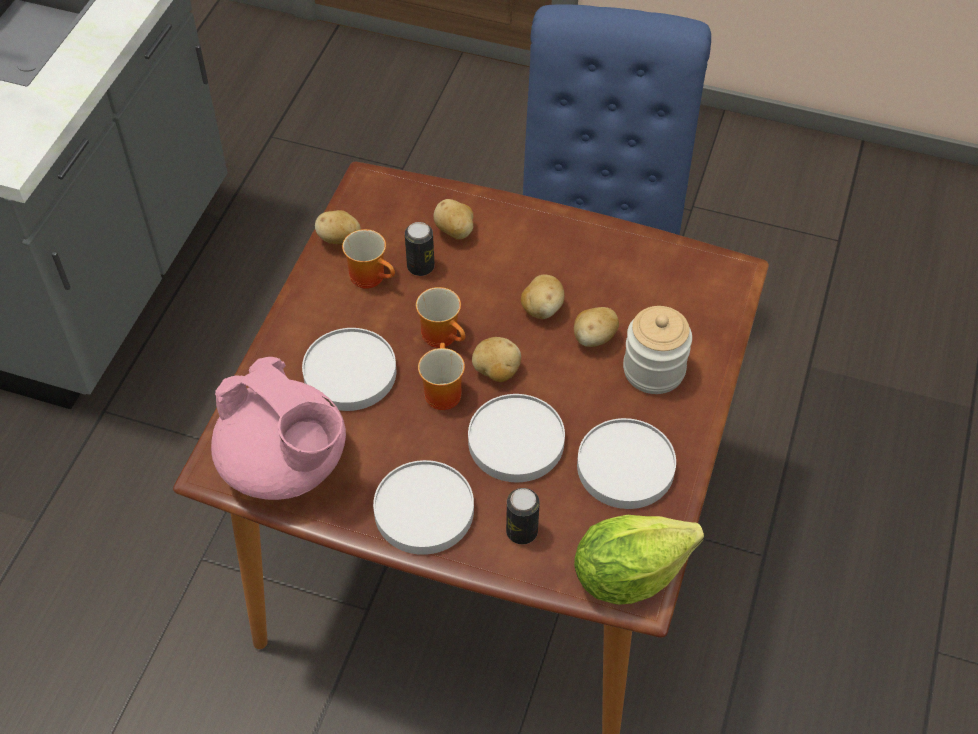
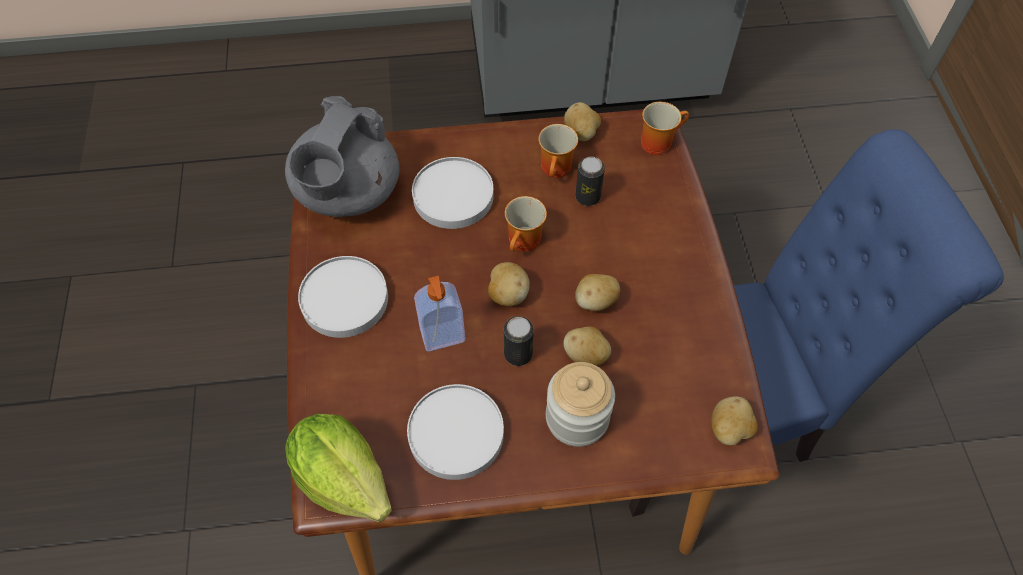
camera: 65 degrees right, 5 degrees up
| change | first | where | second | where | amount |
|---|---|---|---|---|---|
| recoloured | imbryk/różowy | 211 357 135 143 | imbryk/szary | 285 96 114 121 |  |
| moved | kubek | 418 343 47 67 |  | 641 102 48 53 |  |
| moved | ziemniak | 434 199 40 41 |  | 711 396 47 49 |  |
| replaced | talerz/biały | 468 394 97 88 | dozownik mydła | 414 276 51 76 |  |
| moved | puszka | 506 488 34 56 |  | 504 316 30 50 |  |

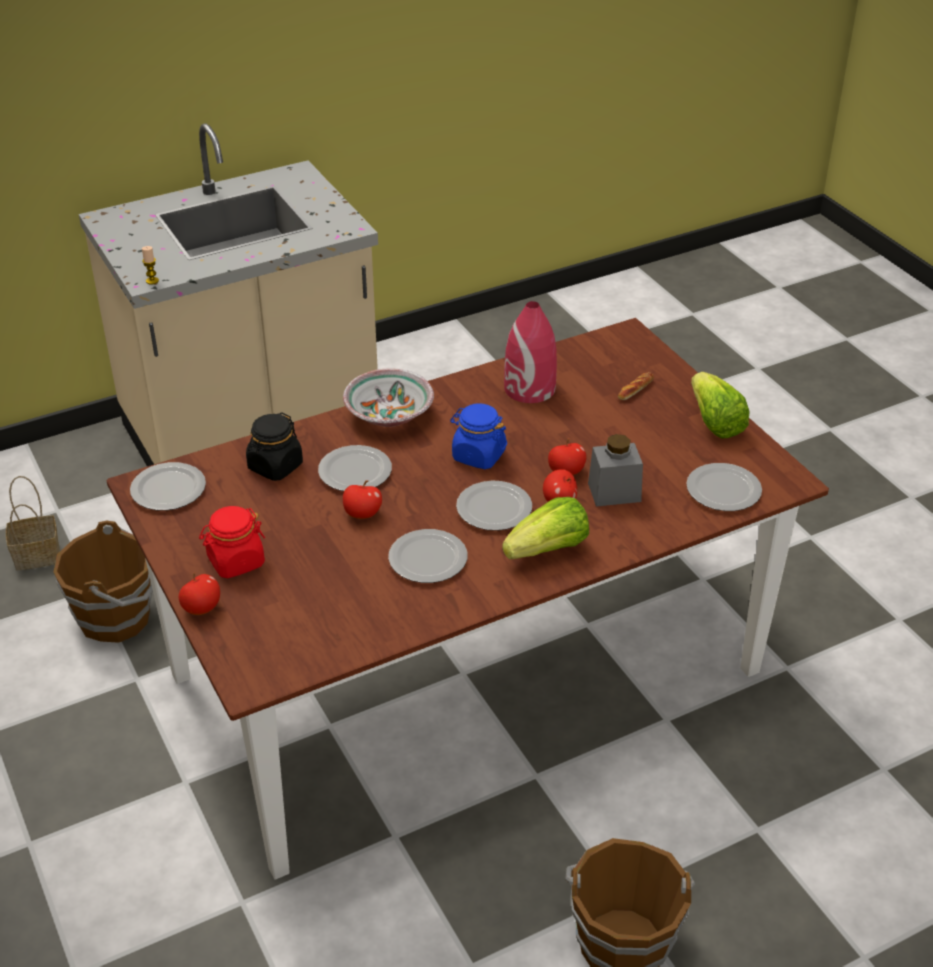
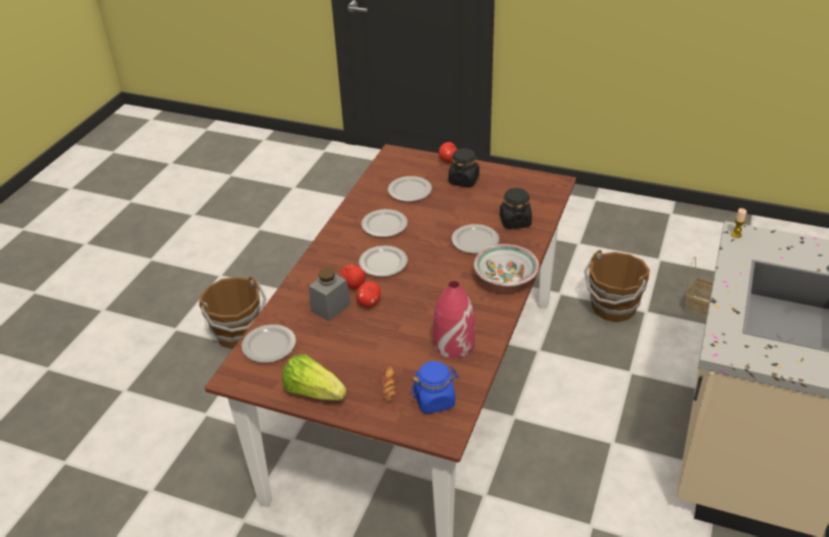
camera: 140 degrees right, 0 degrees up
| change | first | where | second | where | amount |
|---|---|---|---|---|---|
| moved | talerz | 130 462 76 49 |  | 388 176 44 26 |  |
| recoloured | słoik/czerwony | 199 506 66 72 | słoik/czarny | 448 148 31 39 |  |
| removed | jabłko | 343 480 39 39 |  |  |  |
| moved | słoik/niebieski | 450 403 57 66 |  | 411 361 47 53 |  |
| removed | sałata | 502 497 87 62 |  |  |  |

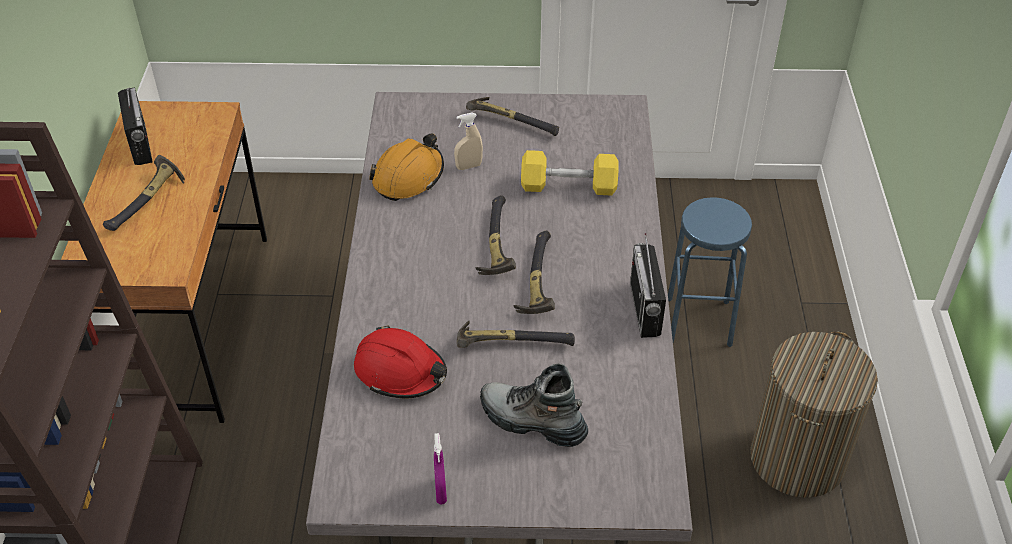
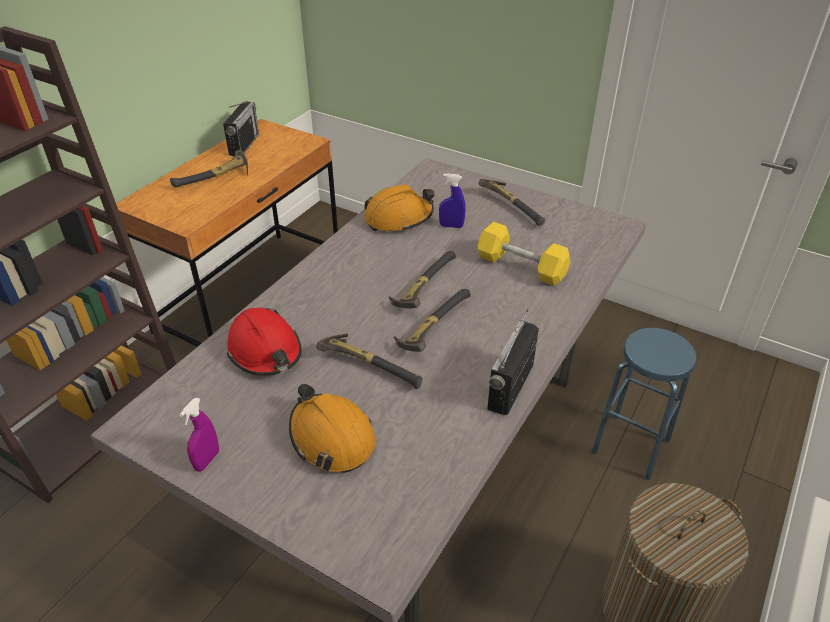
camera: 30 degrees right, 5 degrees down
| change | first | where | second | where | amount |
|---|---|---|---|---|---|
| recoloured | spryskiwacz/beżowy | 454 112 29 58 | spryskiwacz/niebieski | 439 173 26 55 |  |
| replaced | but z cholewką | 480 363 108 84 | kask/pomarańczowy | 289 384 86 89 |  |

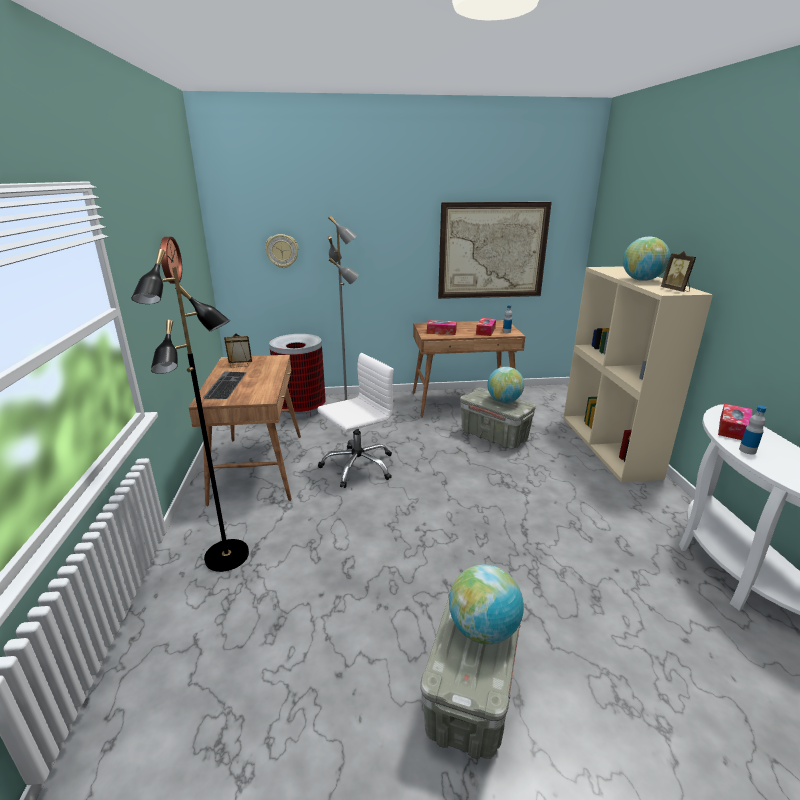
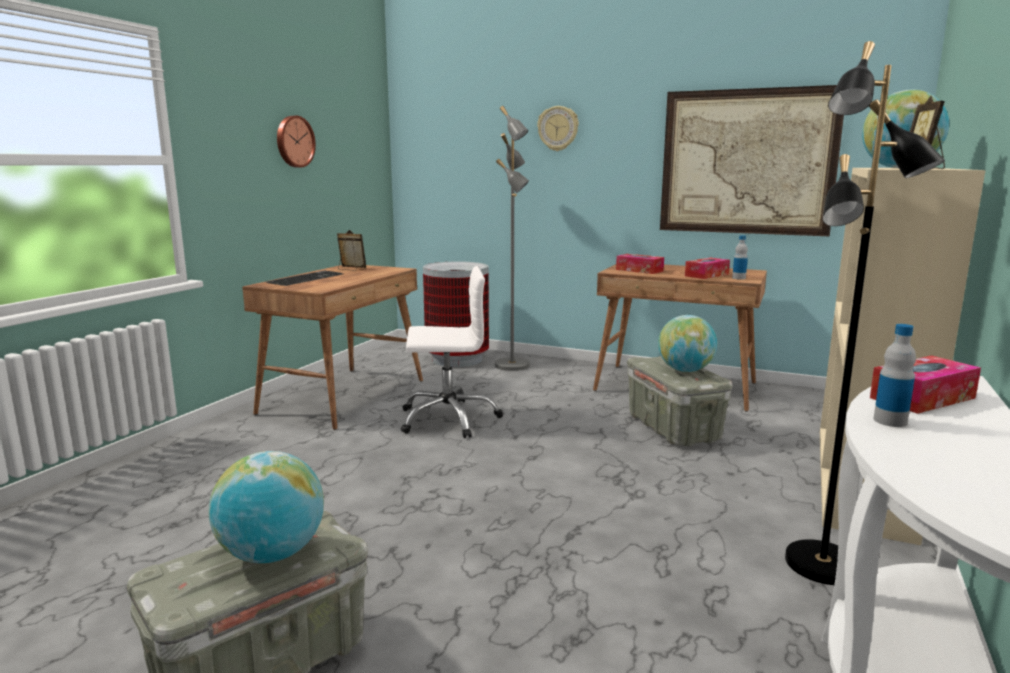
camera: 30 degrees right, 10 degrees down
| change | first | where | second | where | amount |
|---|---|---|---|---|---|
| moved | lampa stojąca/czarny | 131 249 118 323 |  | 785 41 160 544 |  |
| moved | zegar ścienny | 265 234 34 34 |  | 537 106 42 45 |  |

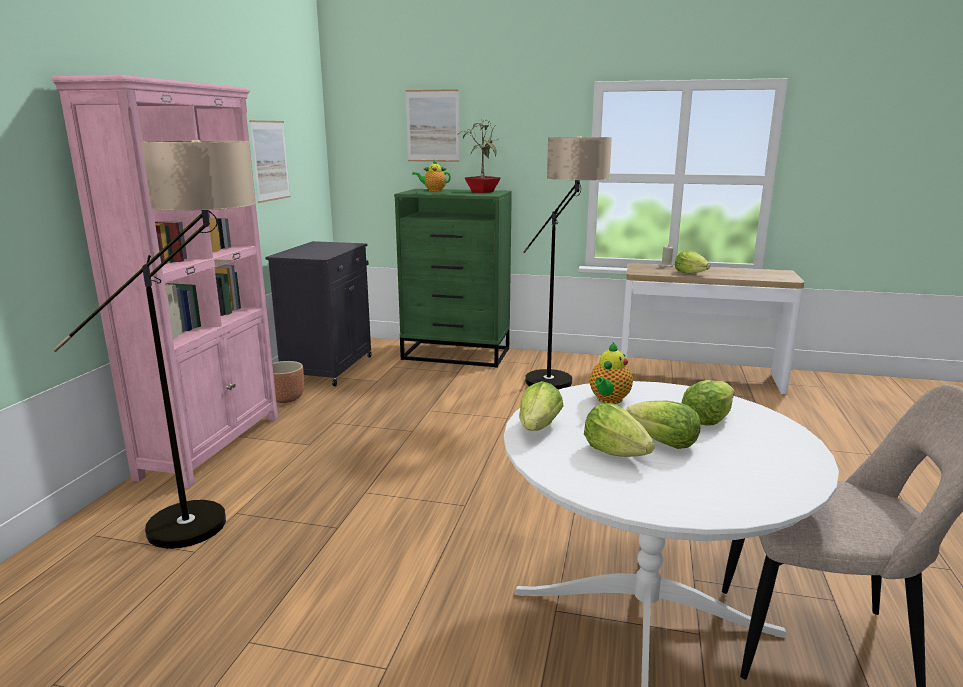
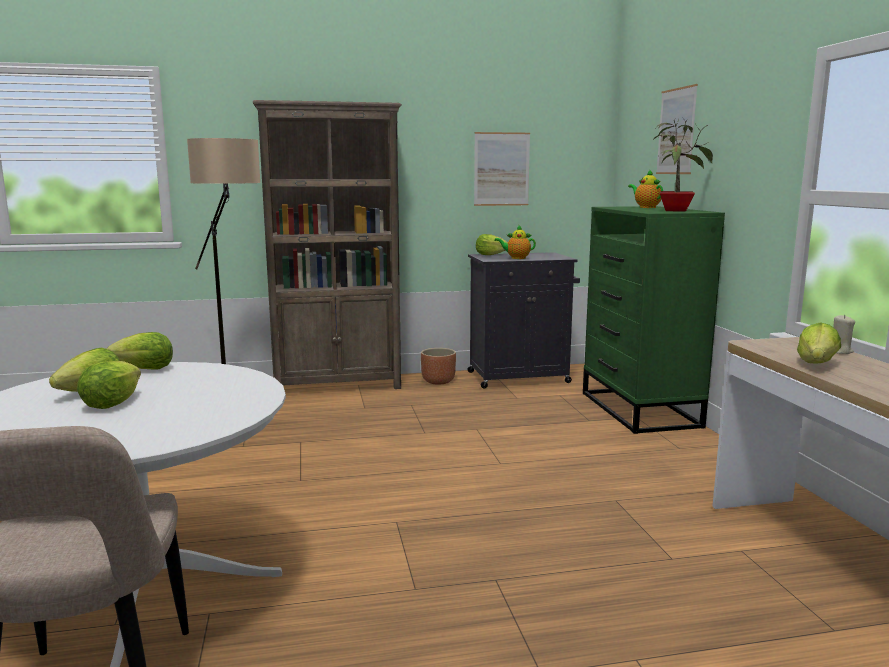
camera: 65 degrees right, 5 degrees down
| change | first | where | second | where | amount |
|---|---|---|---|---|---|
| recoloured | regał/różowy | 51 75 228 414 | regał/brązowy | 253 100 149 289 |  |
| removed | lampa stojąca | 523 136 89 254 |  |  |  |
| moved | imbryk | 589 342 44 62 |  | 494 224 42 35 |  |
| moved | sałata | 682 380 52 46 |  | 476 234 32 21 |  |

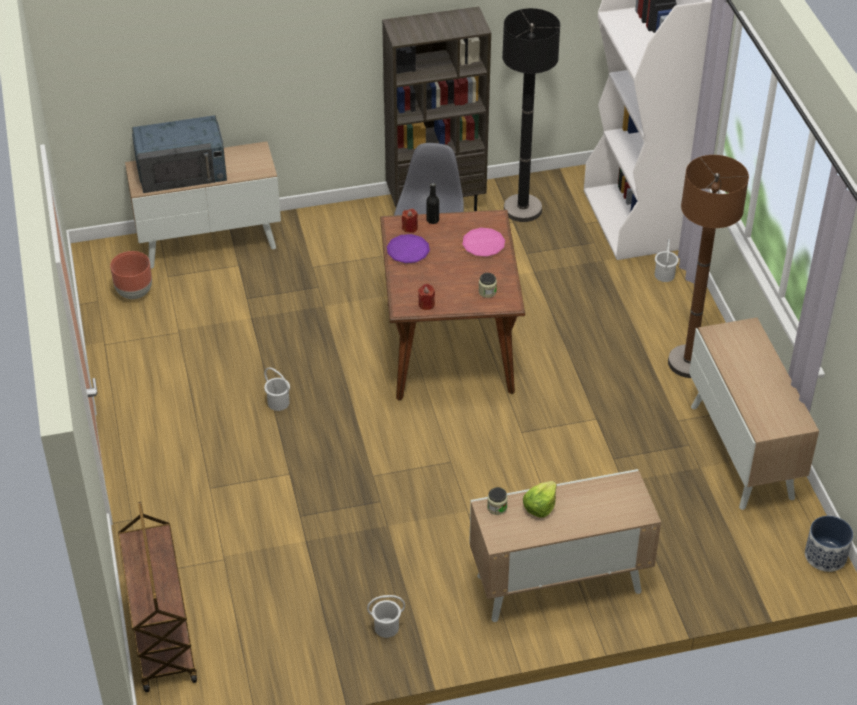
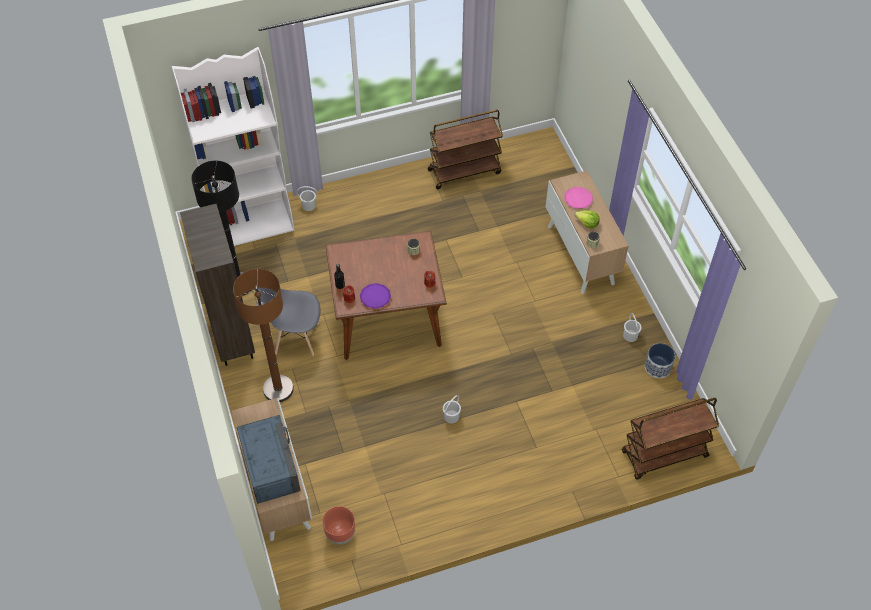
camera: 95 degrees left, 10 degrees up
| change | first | where | second | where | amount |
|---|---|---|---|---|---|
| moved | talerz/różowy | 462 228 43 29 |  | 564 187 29 22 |  |
| moved | lampa stojąca/brązowy | 668 155 81 223 |  | 233 269 61 133 |  |
| replaced | szafka | 689 317 130 193 | wózek/brązowy | 428 110 75 79 |  |
| moved | donica | 805 516 48 56 |  | 645 343 30 35 |  |

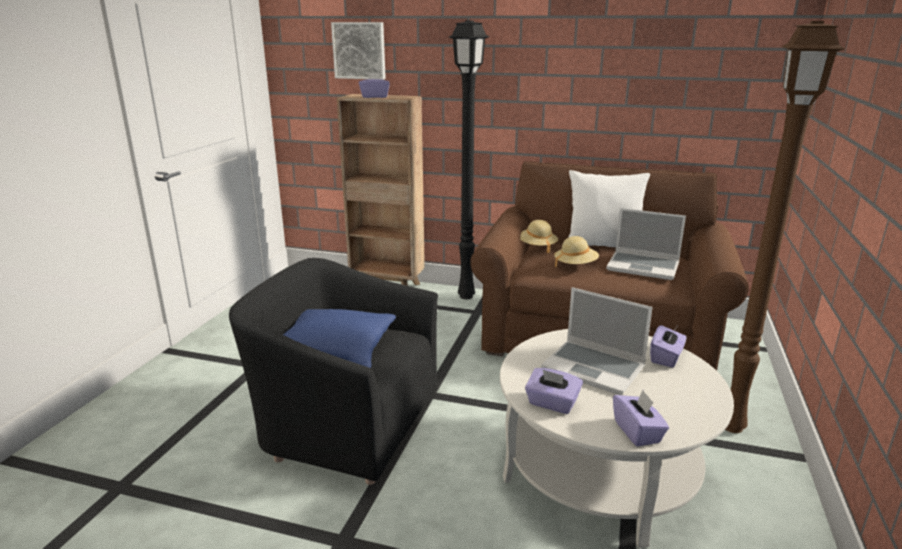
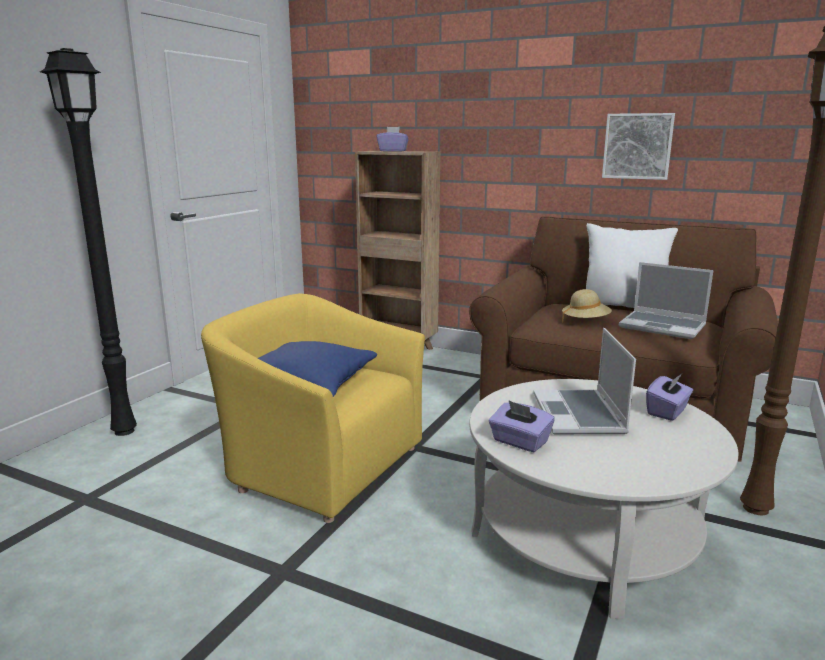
camera: 10 degrees right, 5 degrees down
| change | first | where | second | where | amount |
|---|---|---|---|---|---|
| recoloured | fotel/czarny | 229 258 209 227 | fotel/żółty | 201 293 224 230 |  |
| moved | obraz | 331 22 55 58 |  | 602 113 73 67 |  |
| moved | lampa stojąca/czarny | 449 20 40 279 |  | 40 48 97 388 |  |
| removed | kapelusz/beżowy | 520 220 38 33 |  |  |  |
| turned | laptop | 541 287 112 108 |  | 533 328 103 106 | 45 degrees clockwise |
| removed | pudełko chusteczek/fioletowy | 613 390 56 56 |  |  |  |

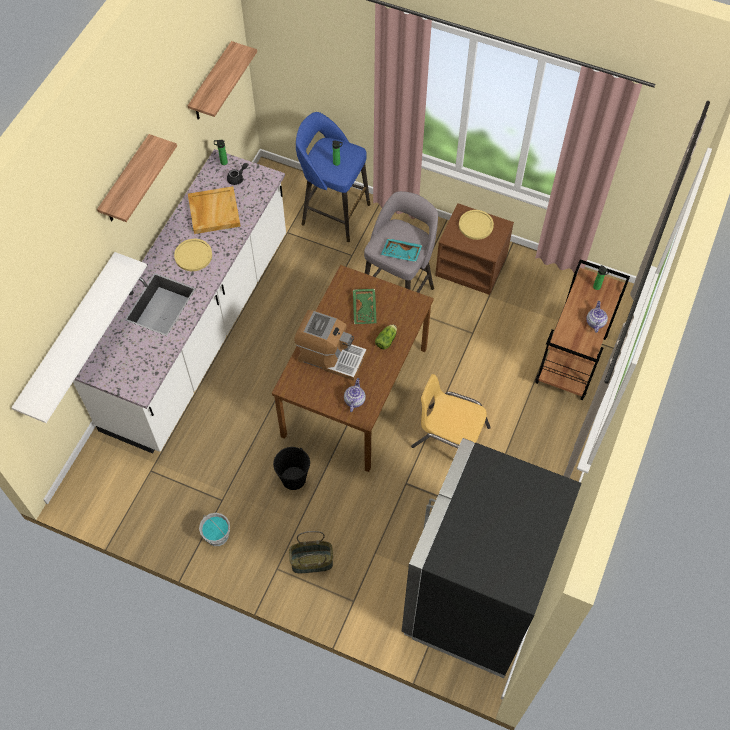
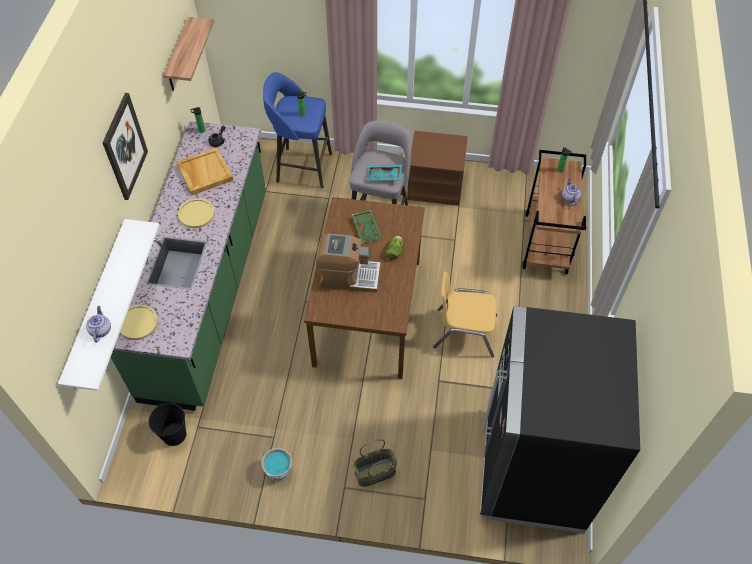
camera: 15 degrees left, 5 degrees down
| change | first | where | second | where | amount |
|---|---|---|---|---|---|
| recoloured | zabudowa kuchenna/biały | 73 149 213 305 | zabudowa kuchenna/zielony | 111 121 155 290 |  |
| replaced | półka | 97 134 80 88 | obraz | 103 93 45 107 |  |
| moved | wiadro/czarny | 273 447 37 43 |  | 149 402 37 44 |  |
| moved | imbryk | 344 378 21 34 |  | 86 306 25 37 |  |
| moved | talerz/żółty | 459 210 35 30 |  | 120 305 38 35 |  |

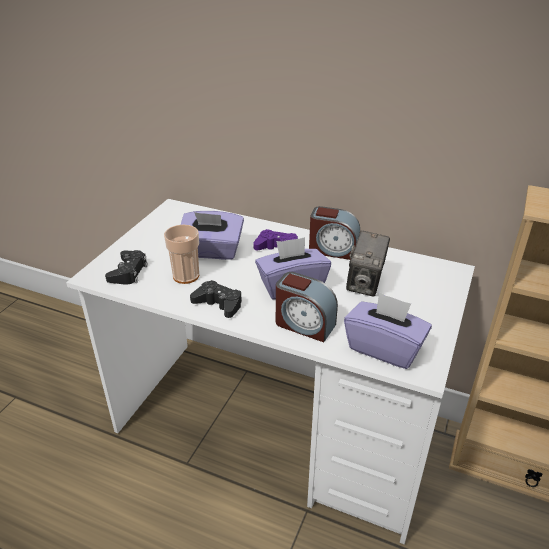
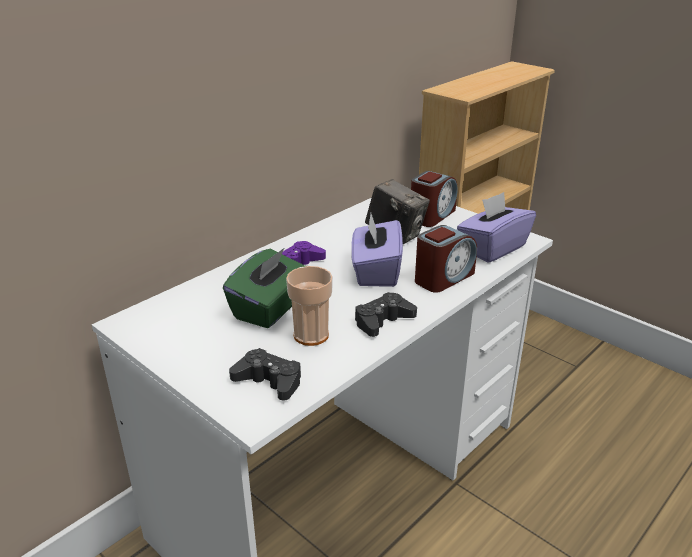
camera: 70 degrees left, 5 degrees down
| change | first | where | second | where | amount |
|---|---|---|---|---|---|
| recoloured | pudełko chusteczek/fioletowy | 181 211 63 49 | pudełko chusteczek/zielony | 223 248 82 80 |  |
| moved | budzik | 309 206 51 54 |  | 411 171 47 56 |  |

